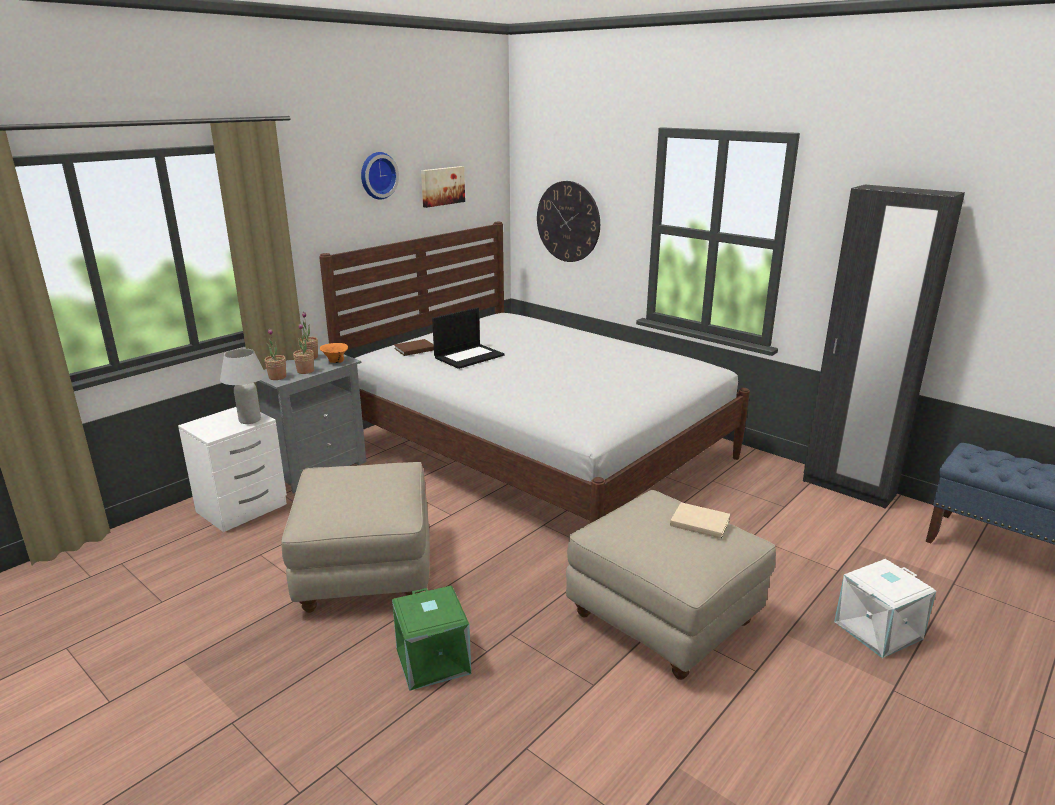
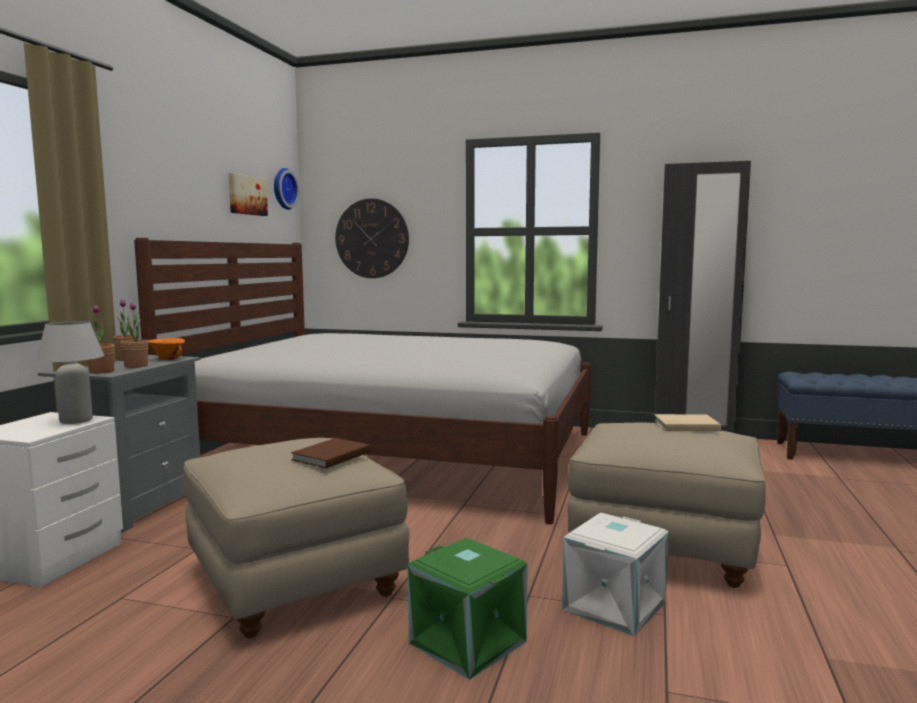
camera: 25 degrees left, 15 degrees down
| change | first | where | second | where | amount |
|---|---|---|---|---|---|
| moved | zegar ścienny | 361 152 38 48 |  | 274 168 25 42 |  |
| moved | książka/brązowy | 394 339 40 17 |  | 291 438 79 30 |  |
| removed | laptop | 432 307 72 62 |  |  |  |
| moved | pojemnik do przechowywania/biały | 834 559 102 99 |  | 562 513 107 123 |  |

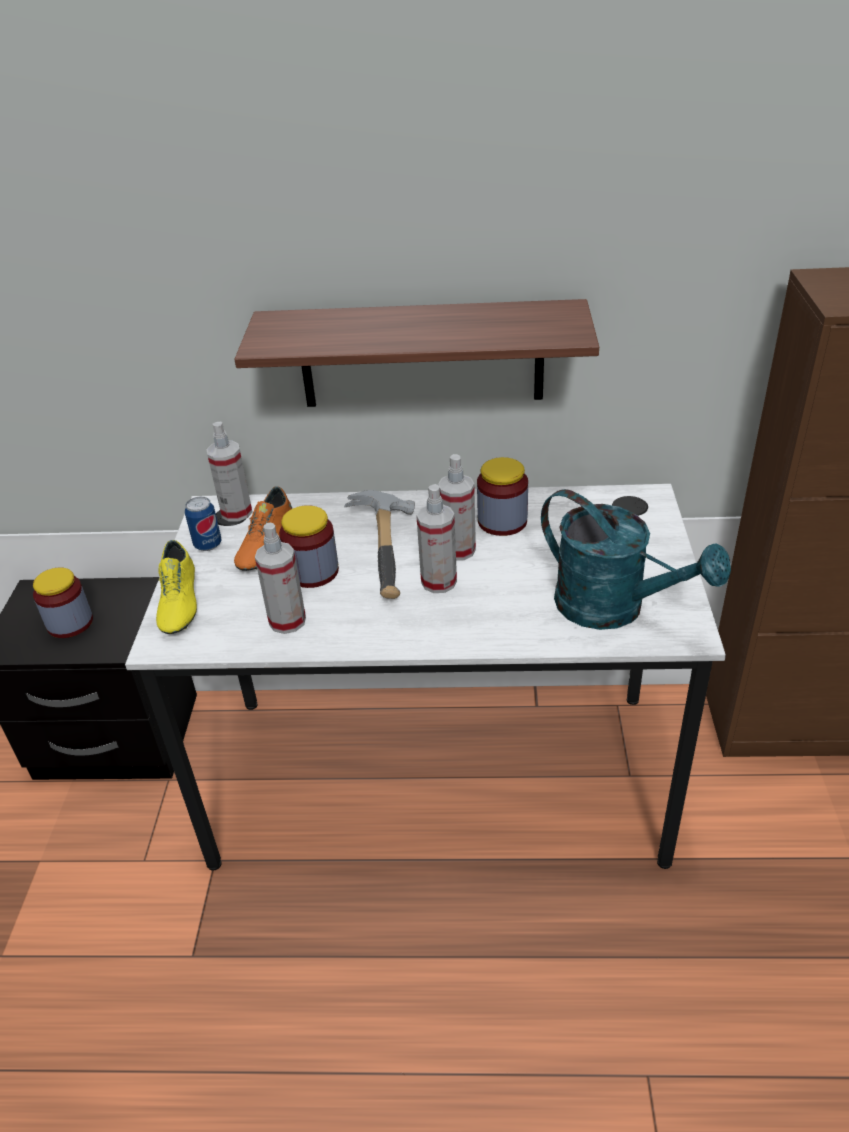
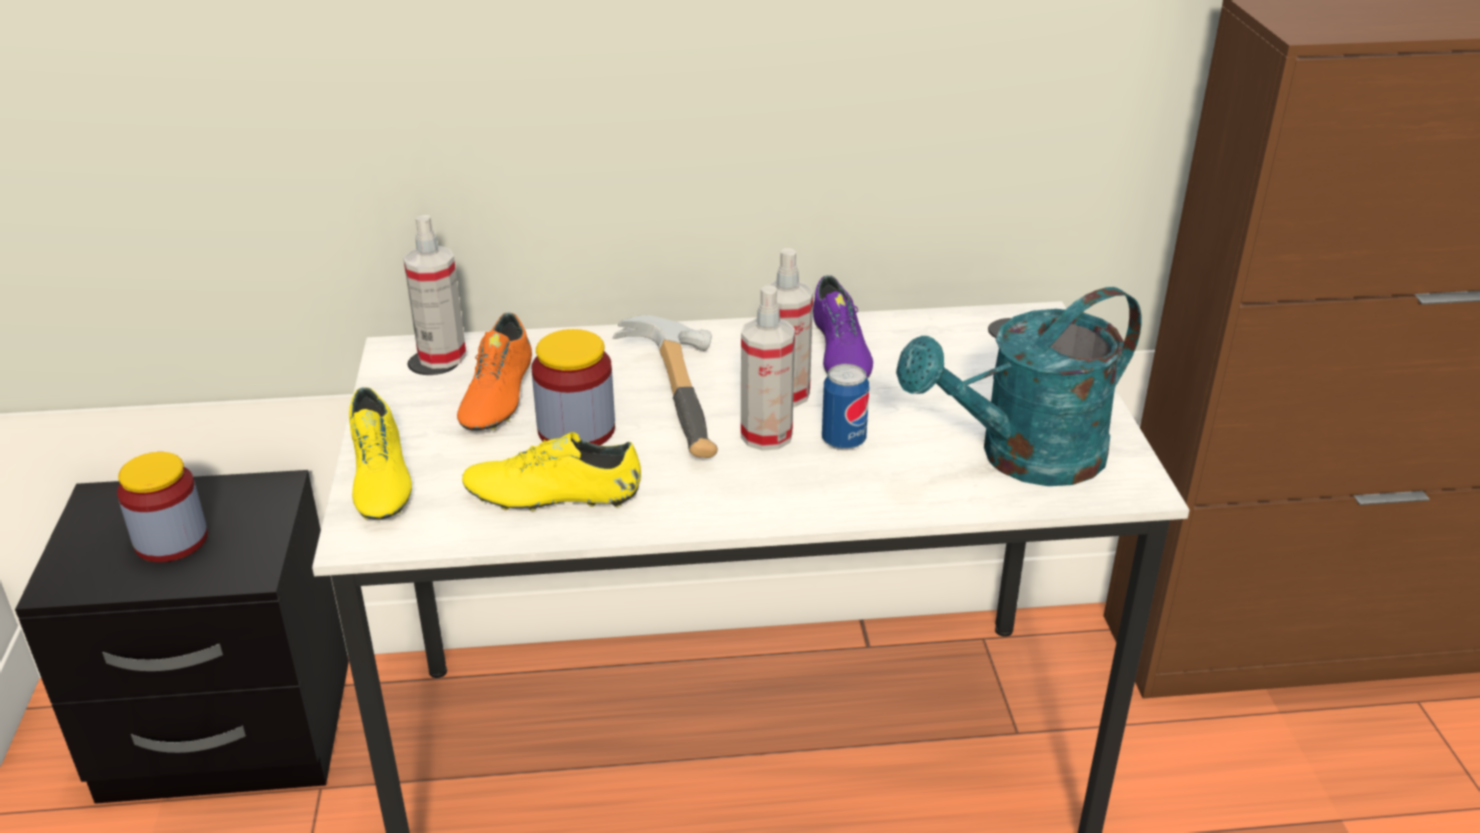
camera: 10 degrees left, 5 degrees down
| change | first | where | second | where | amount |
|---|---|---|---|---|---|
| moved | puszka | 185 497 37 54 |  | 822 364 47 86 |  |
| removed | półka | 234 299 365 108 |  |  |  |
| replaced | spryskiwacz | 255 523 51 111 | but/żółty | 462 432 179 79 |  |
| replaced | słoik | 477 457 51 79 | but/fioletowy | 813 275 60 104 |  |
| turned | konewka/turkusowy | 541 489 190 141 |  | 896 287 246 199 | 120 degrees clockwise |

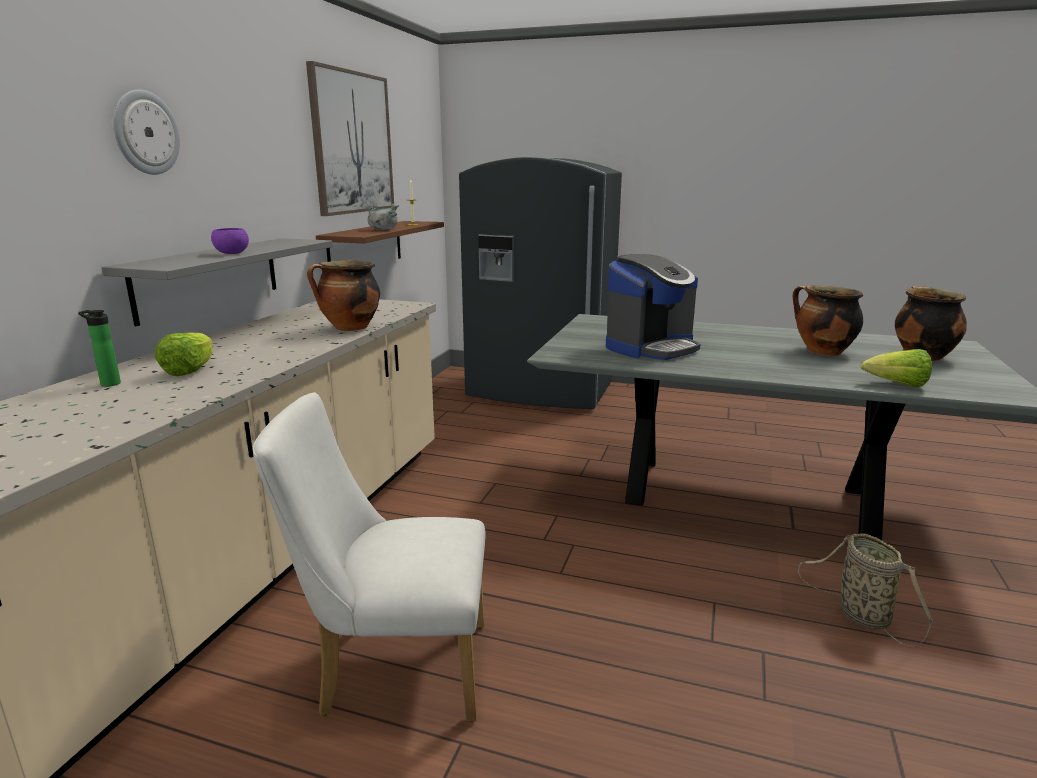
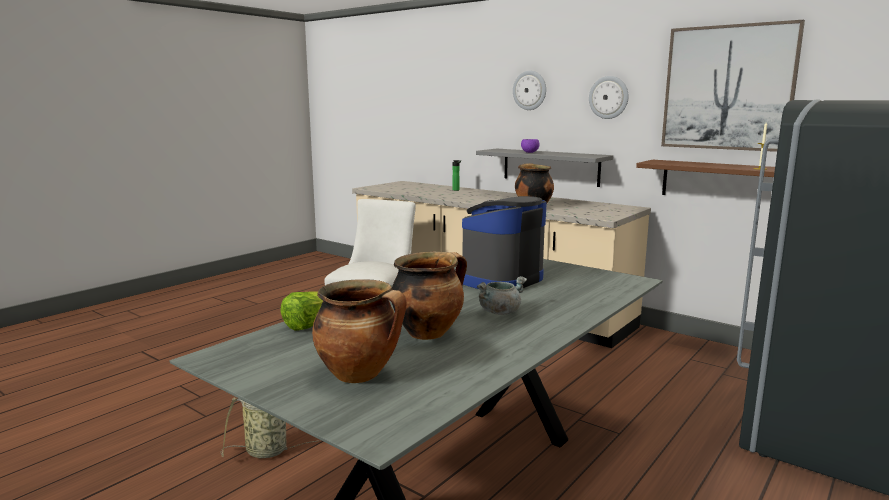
camera: 110 degrees right, 5 degrees down
| change | first | where | second | where | amount |
|---|---|---|---|---|---|
| removed | sałata | 155 332 58 44 |  |  |  |
| moved | garnek/szary | 365 204 34 26 |  | 477 276 50 39 |  |
| turned | ekspres do kawy | 606 254 94 106 |  | 462 196 85 93 | 60 degrees clockwise |
| added |  |  | zegar ścienny | 589 76 40 43 |  |

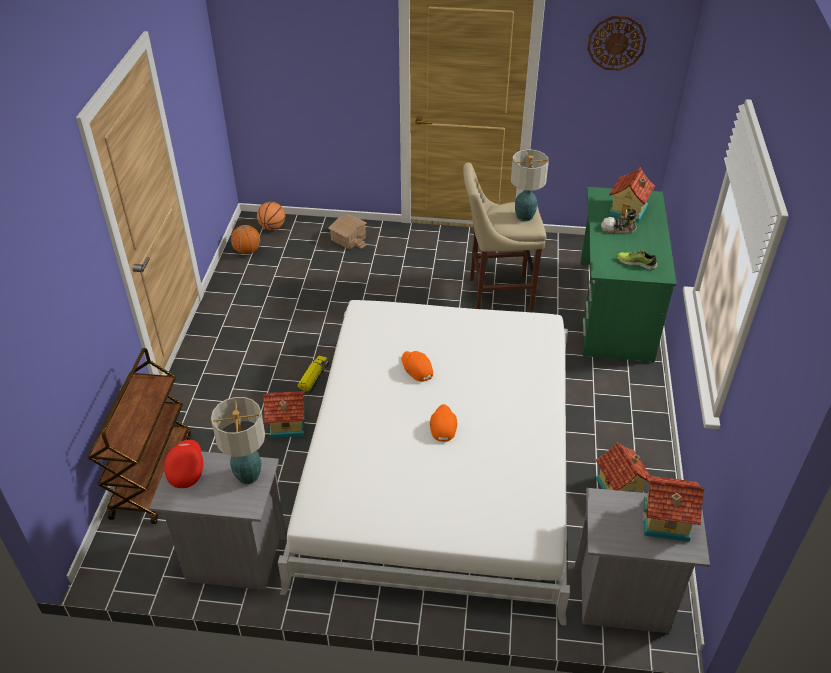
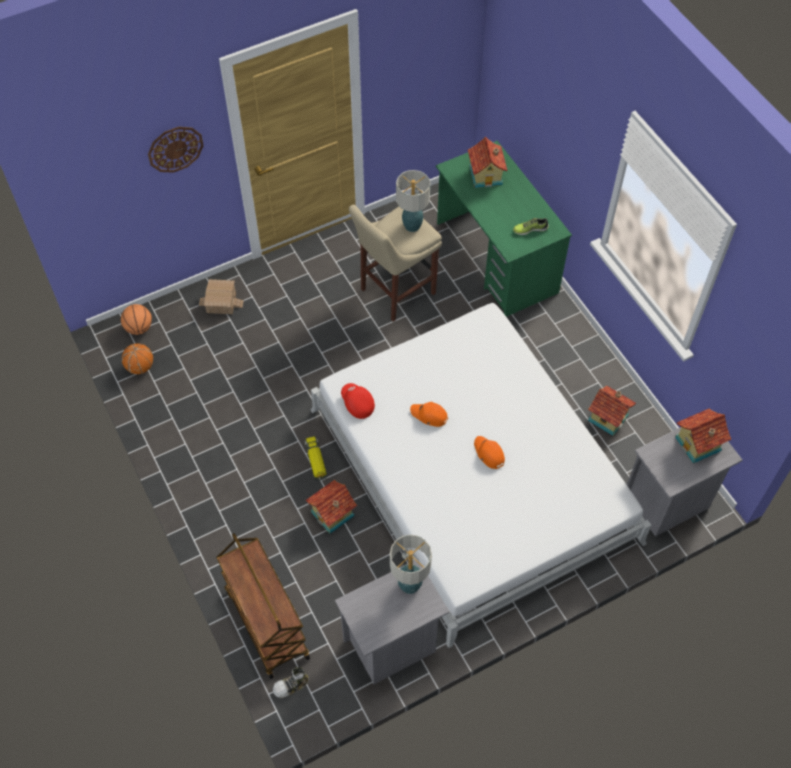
camera: 35 degrees left, 15 degrees up
| change | first | where | second | where | amount |
|---|---|---|---|---|---|
| moved | czapka z daszkiem/czerwony | 164 440 39 48 |  | 341 383 34 36 |  |
| moved | zegar ścienny | 587 16 59 55 |  | 148 127 56 46 |  |
| moved | but | 601 209 36 25 |  | 273 667 35 31 |  |

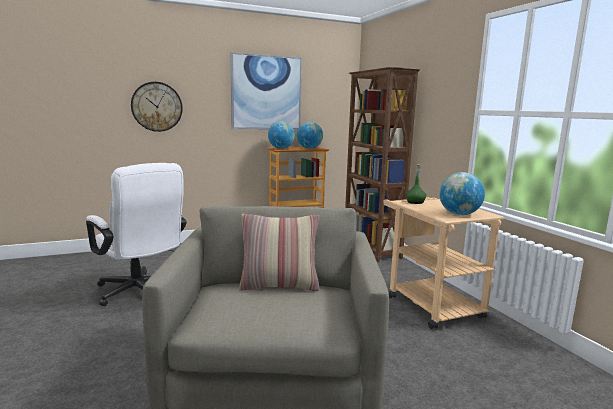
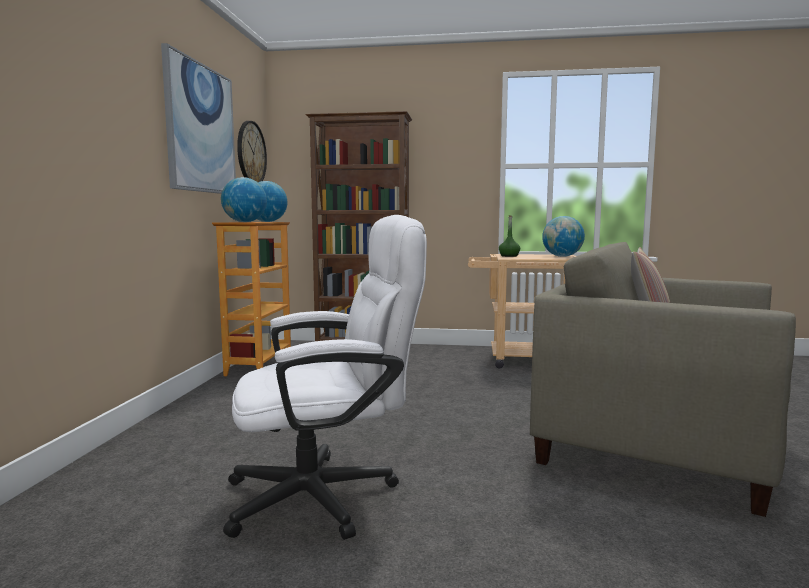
camera: 60 degrees left, 5 degrees down
| change | first | where | second | where | amount |
|---|---|---|---|---|---|
| moved | zegar ścienny | 131 82 52 50 |  | 237 121 30 61 |  |

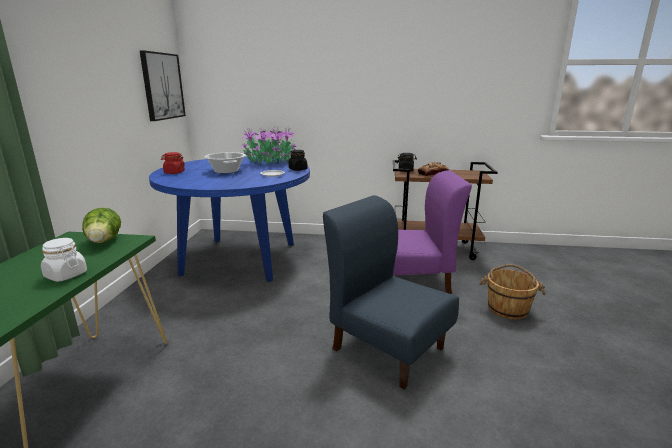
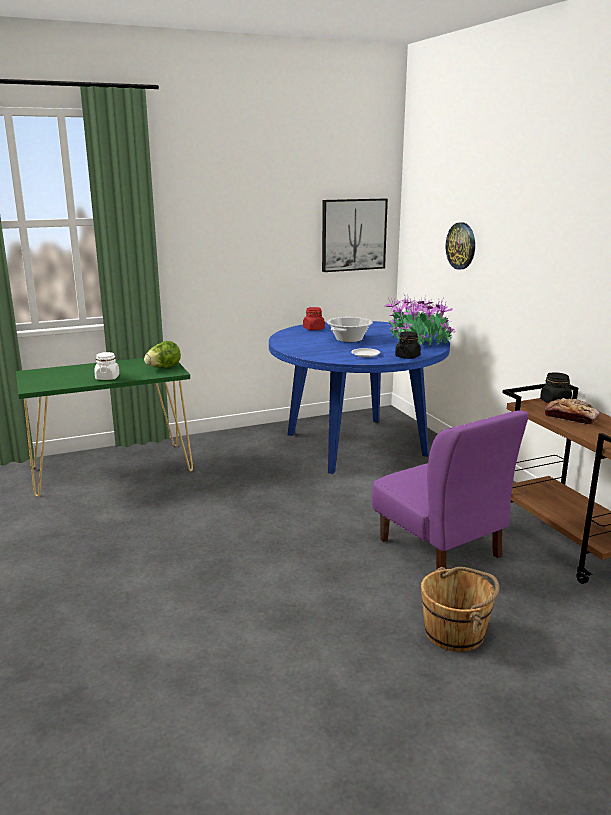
camera: 60 degrees right, 0 degrees up
| change | first | where | second | where | amount |
|---|---|---|---|---|---|
| removed | krzesło/niebieski | 323 195 136 194 |  |  |  |
| added |  |  | zegar ścienny | 446 222 29 48 |  |

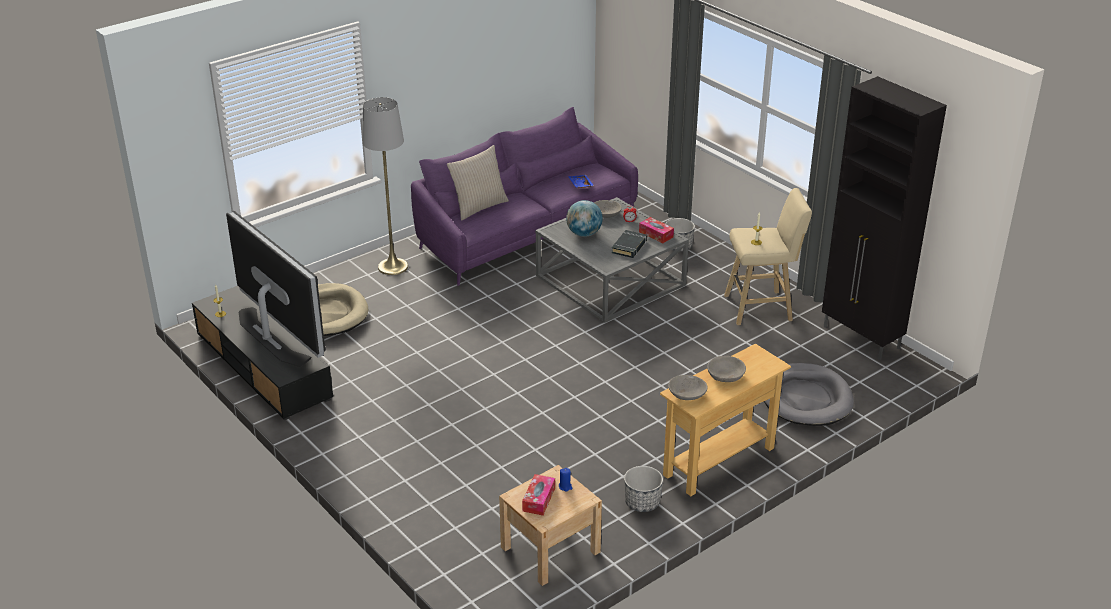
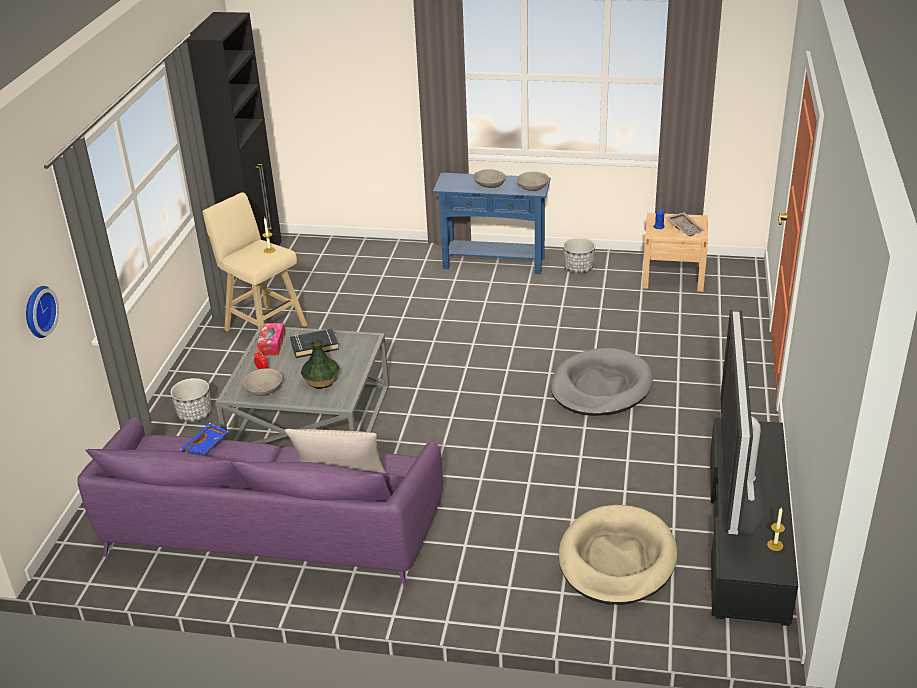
camera: 130 degrees left, 0 degrees up
| change | first | where | second | where | amount |
|---|---|---|---|---|---|
| removed | lampa stojąca/szary | 362 97 46 178 |  |  |  |
| replaced | pudełko chusteczek | 522 474 33 42 | taca/szary | 667 212 38 24 |  |
| replaced | globus | 566 200 37 37 | wazon | 301 340 38 49 |  |
| recoloured | stolik konsolowy/beżowy | 660 343 131 153 | stolik konsolowy/niebieski | 433 173 118 101 |  |
| moved | legowisko/szary | 764 363 90 63 |  | 550 348 103 68 |  |
| added |  |  | zegar ścienny | 26 286 33 52 |  |

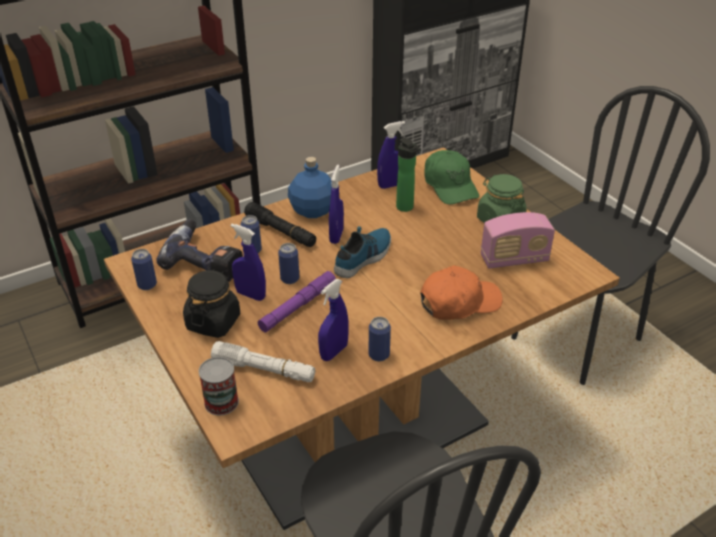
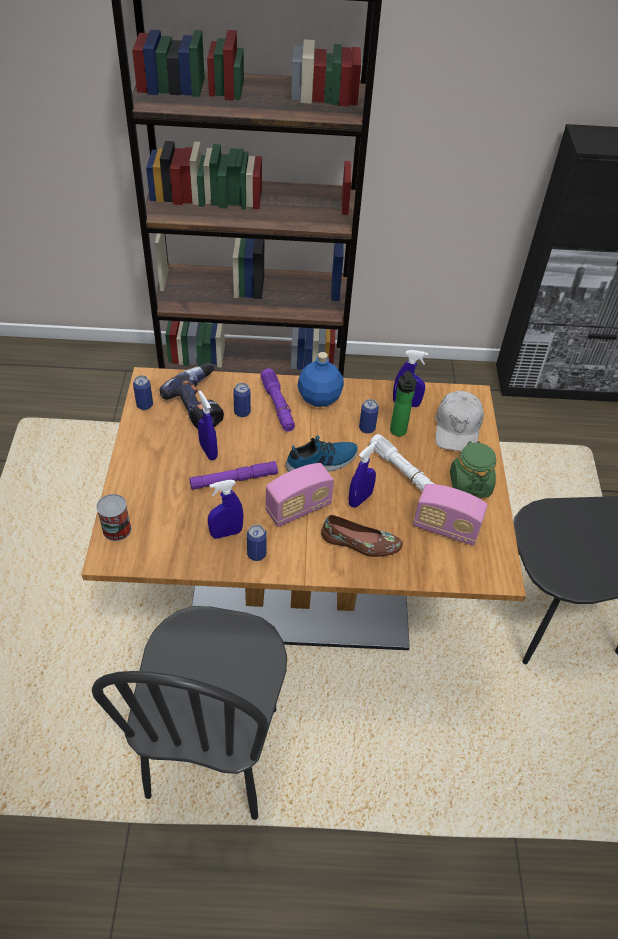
camera: 30 degrees right, 10 degrees up
| change | first | where | second | where | amount |
|---|---|---|---|---|---|
| removed | słoik/czarny | 183 269 57 69 |  |  |  |
| moved | latarka/biały | 211 341 104 41 |  | 369 434 65 57 |  |
| recoloured | latarka/czarny | 244 202 72 45 | latarka/fioletowy | 261 368 34 64 |  |
| moved | puszka | 278 243 21 41 |  | 359 399 20 35 |  |
| moved | spryskiwacz/niebieski | 329 165 15 79 |  | 349 441 29 67 |  |
| replaced | czapka z daszkiem/pomarańczowy | 420 265 83 55 | but/brązowy | 321 515 82 42 |  |
| recoloured | czapka z daszkiem/zielony | 424 150 55 54 | czapka z daszkiem/biały | 435 391 49 60 |  |
| added |  |  | radio | 265 463 69 64 |  |

